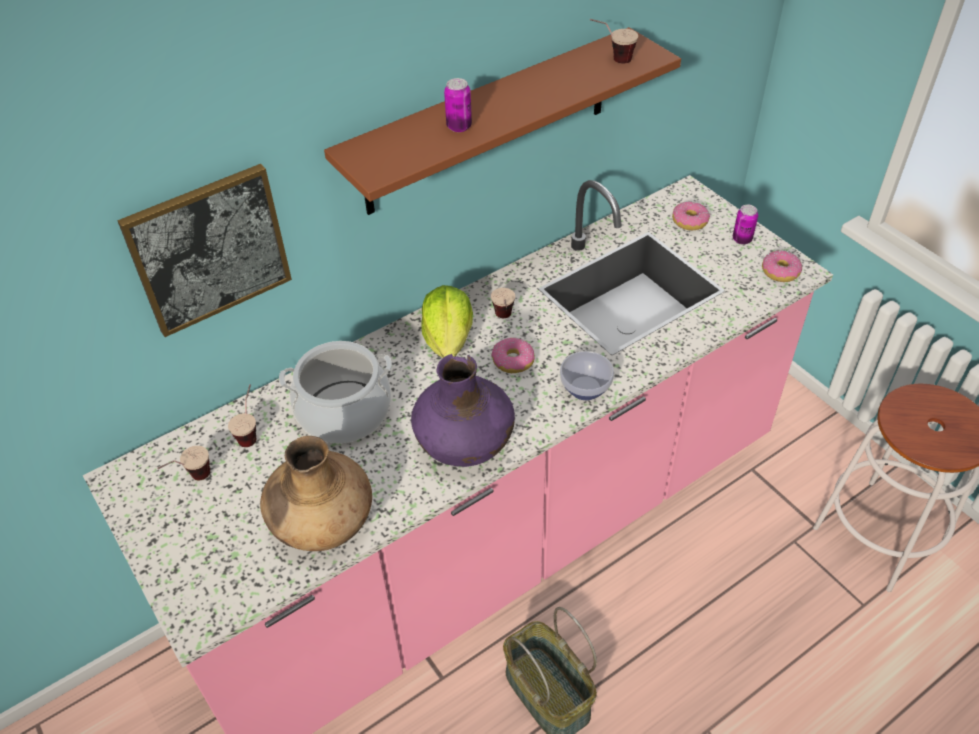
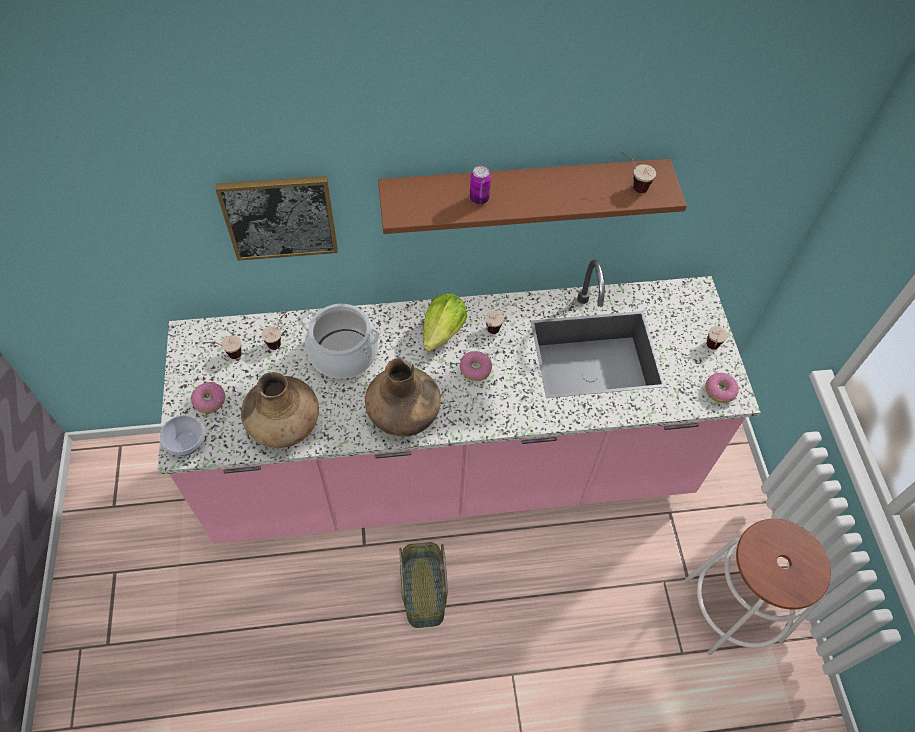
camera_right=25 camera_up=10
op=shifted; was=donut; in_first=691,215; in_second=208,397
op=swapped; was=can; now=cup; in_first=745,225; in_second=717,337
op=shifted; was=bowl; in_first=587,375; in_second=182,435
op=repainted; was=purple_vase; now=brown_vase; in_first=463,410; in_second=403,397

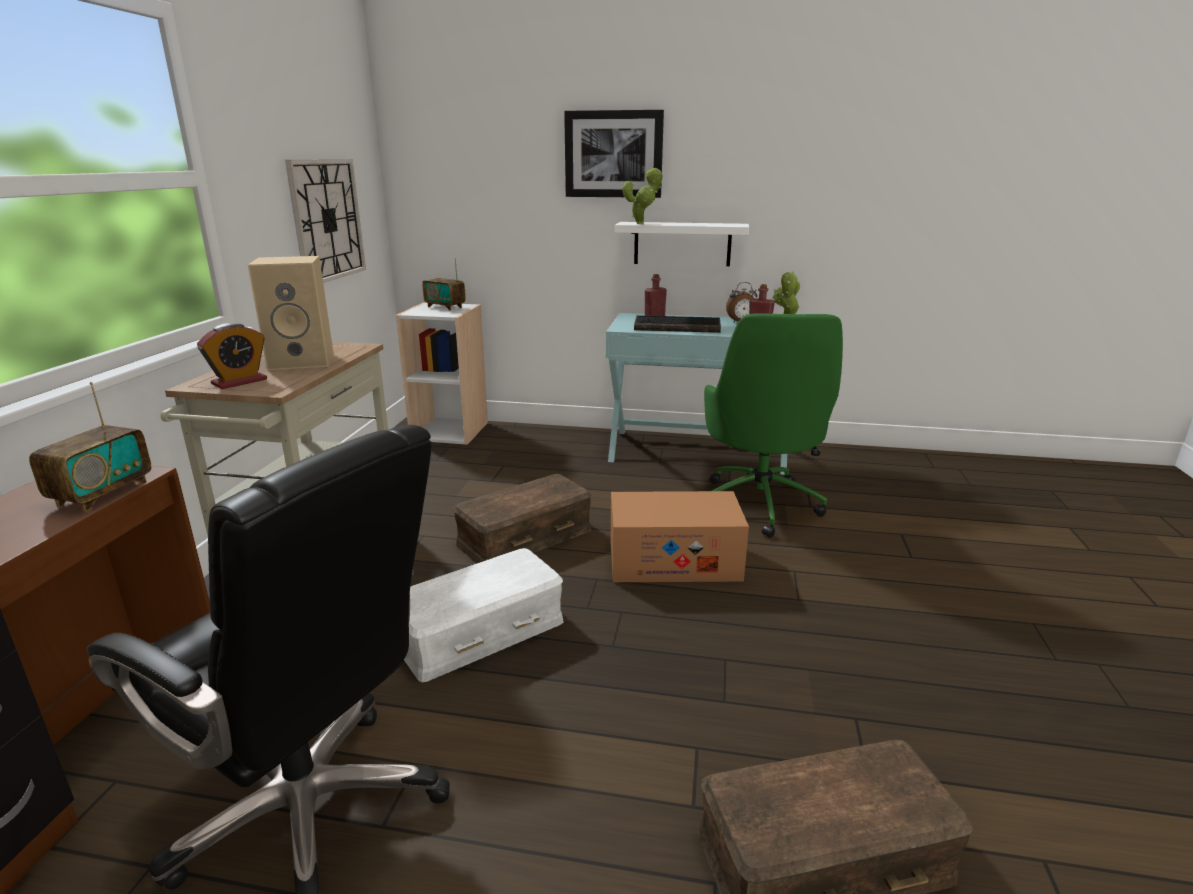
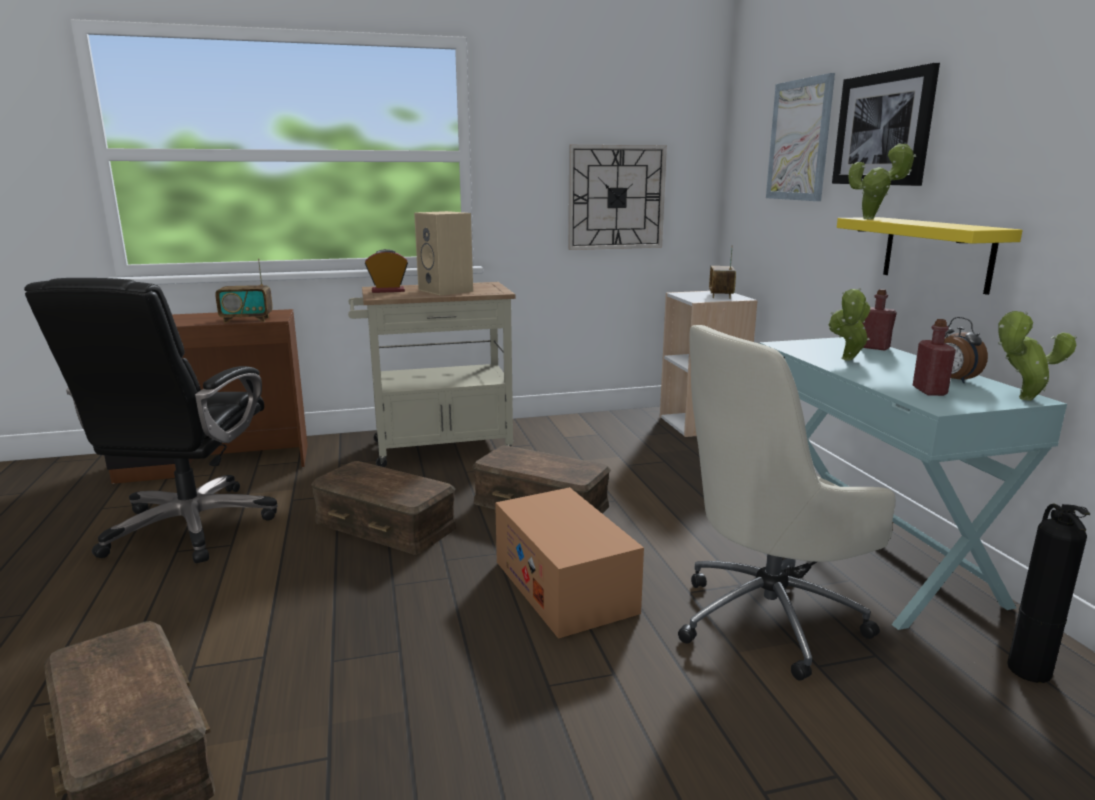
camera_right=65 camera_up=-5
op=repainted; was=white_shelf; now=yellow_shelf; in_first=682,244; in_second=930,256
op=repainted; was=green_office_chair; now=beige_office_chair; in_first=773,425; in_second=787,503
op=swapped; was=keyboard; now=potted_plant; in_first=677,324; in_second=849,324
op=rotated; was=alarm_clock; in_first=232,356; in_second=386,271; clockwise=150
op=repainted; was=white_storage_box; now=brown_storage_box; in_first=483,615; in_second=384,508
op=new; now=picture; in_second=800,137
op=new; now=fire_extinguisher; in_second=1048,593

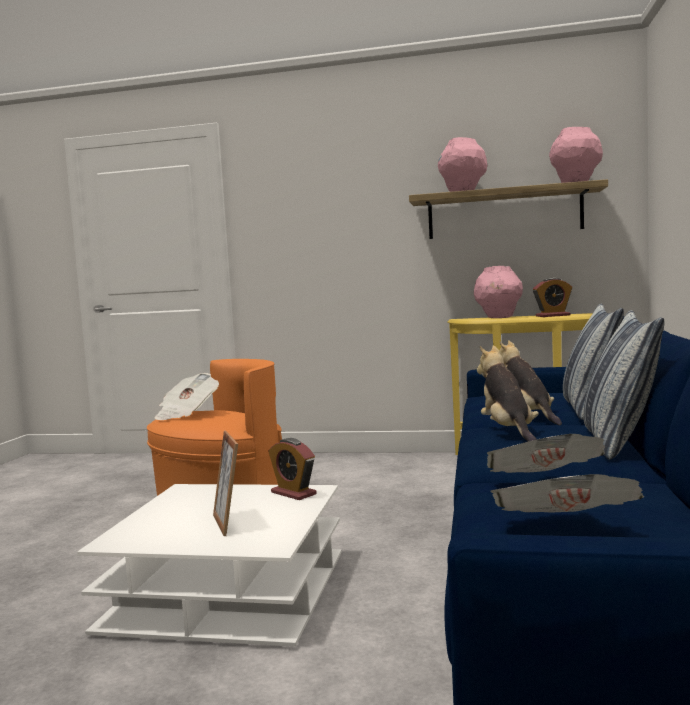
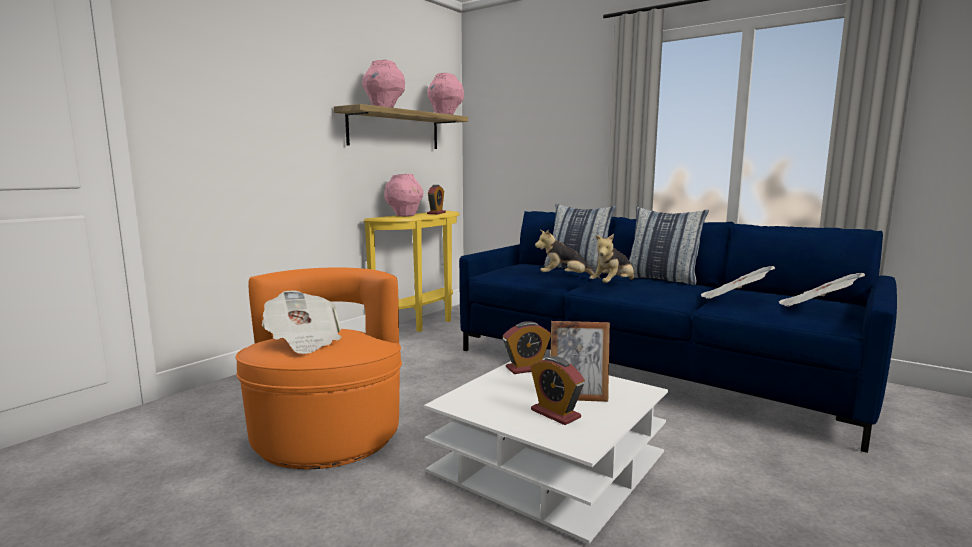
camera_right=-65 camera_up=5
op=rotated; was=plush_toy; in_first=508,393; in_second=612,258; clockwise=-60
op=new; now=alarm_clock; in_second=558,390

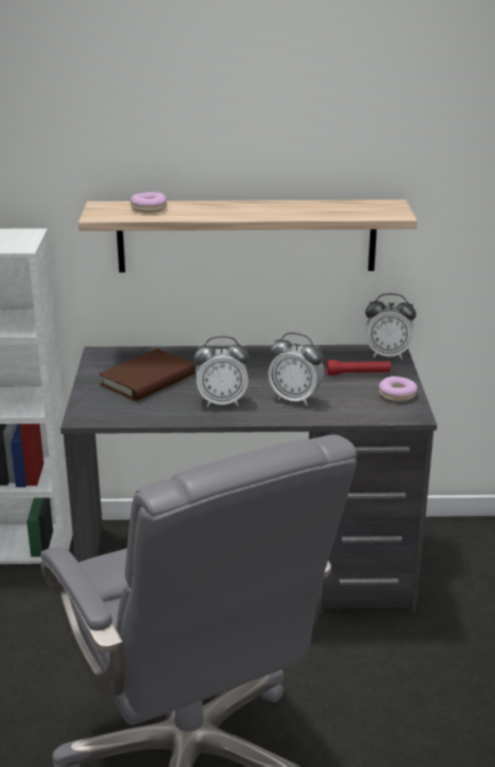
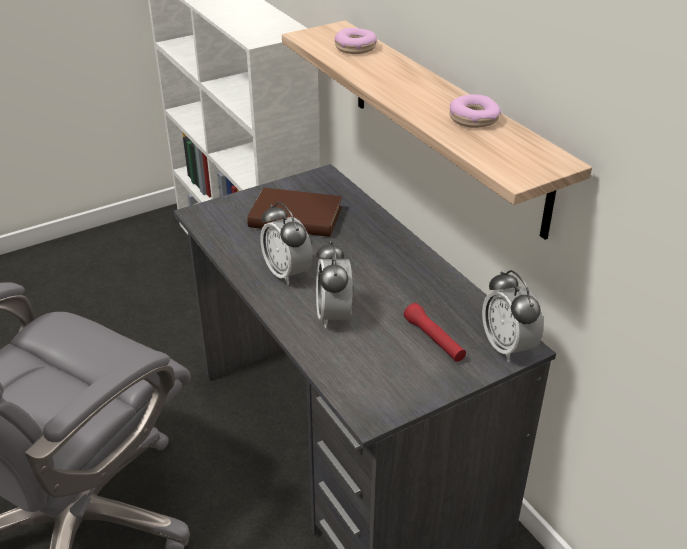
camera_right=60 camera_up=10
op=shifted; was=donut; in_first=398,389; in_second=475,111

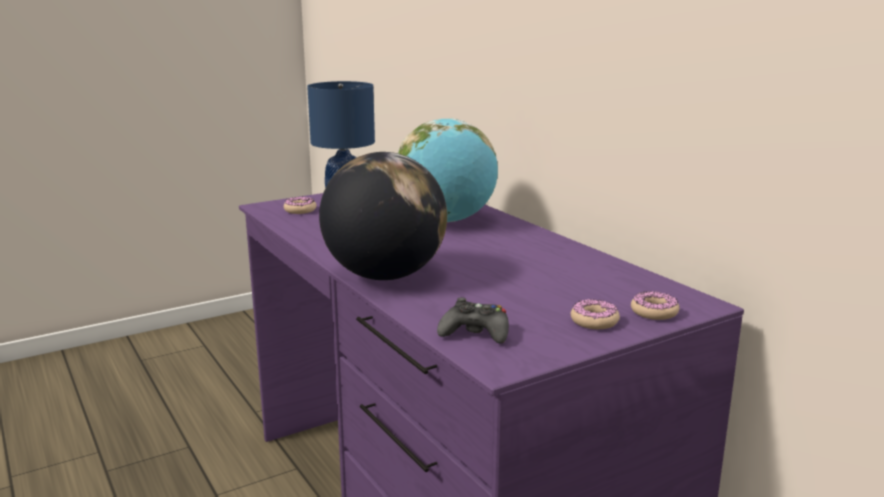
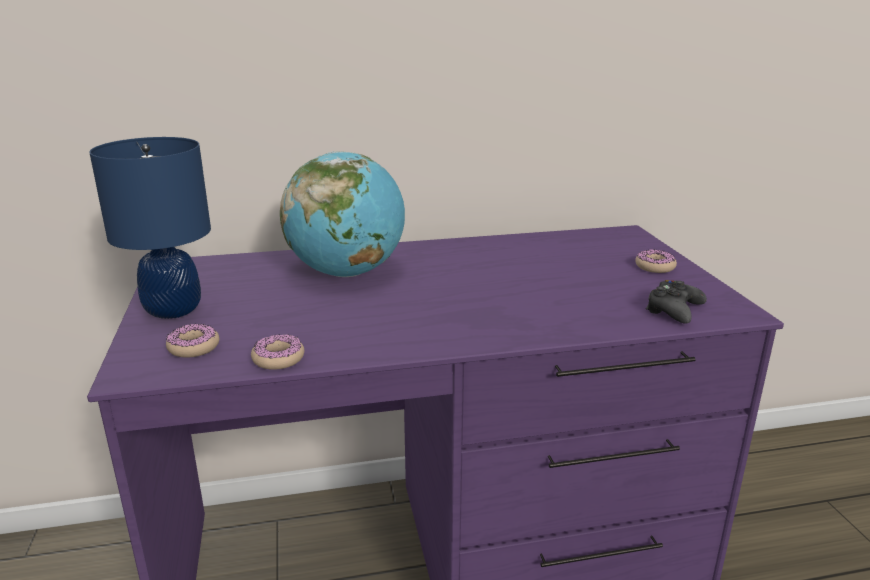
camera_right=-70 camera_up=5
op=gone; was=globe; in_first=383,216
op=shifted; was=donut; in_first=655,305; in_second=277,352

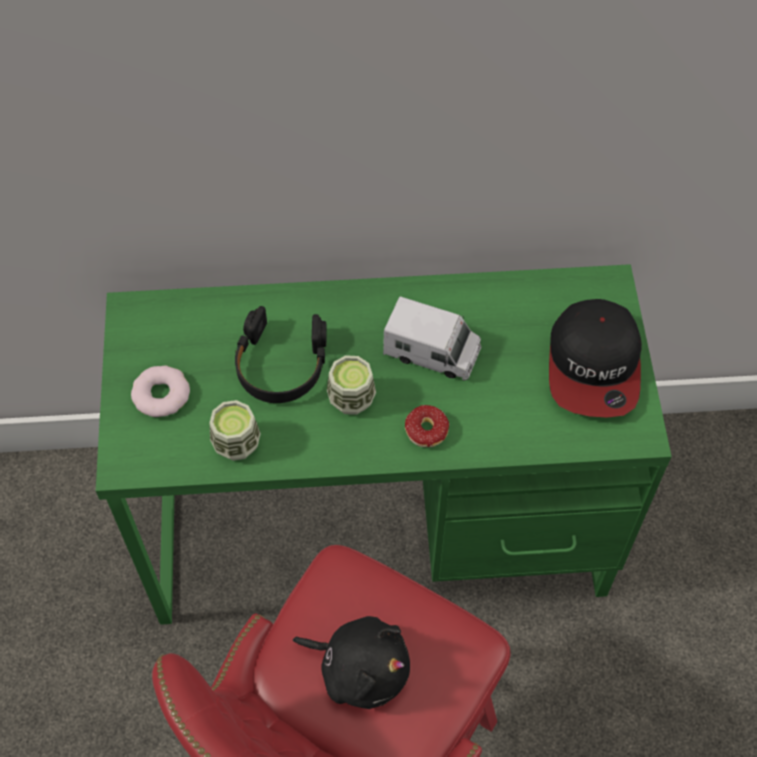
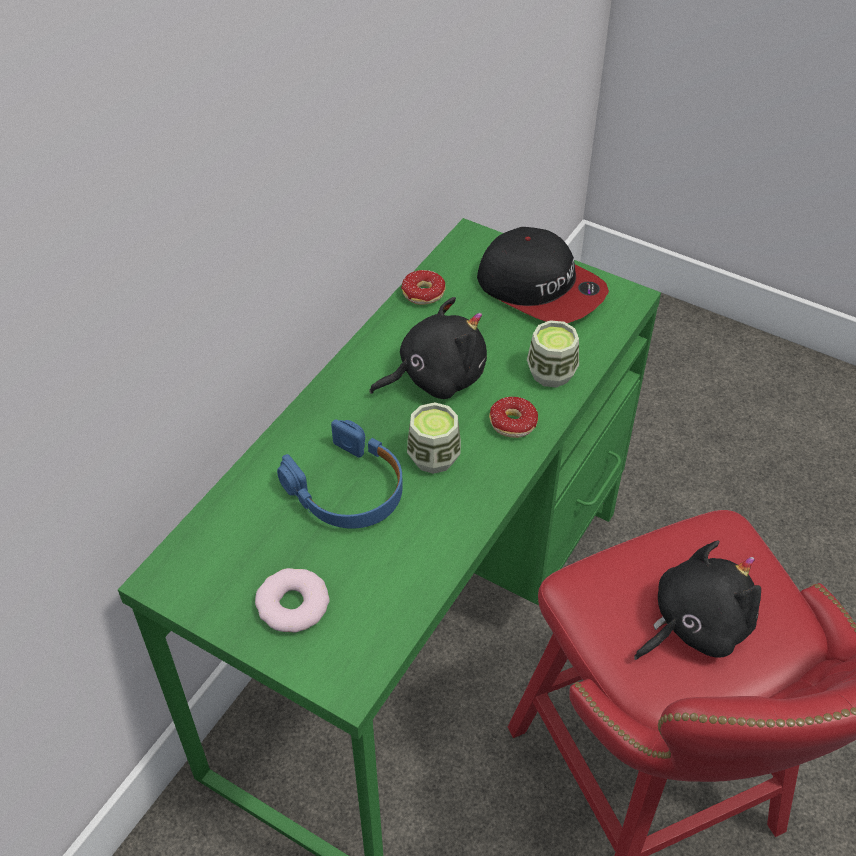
camera_right=-55 camera_up=-10
op=swapped; was=toy_truck; now=black_plush_toy; in_first=432,338; in_second=428,348
op=repainted; was=black_headphones; now=blue_headphones; in_first=281,354; in_second=340,474
op=shifted; was=cup; in_first=235,430; in_second=553,354
op=new; now=donut; in_second=423,287

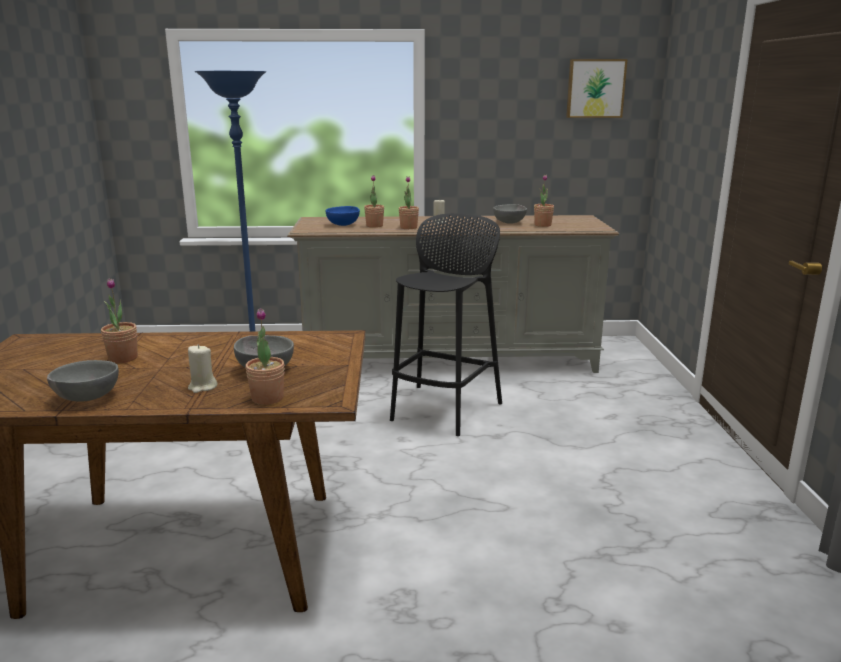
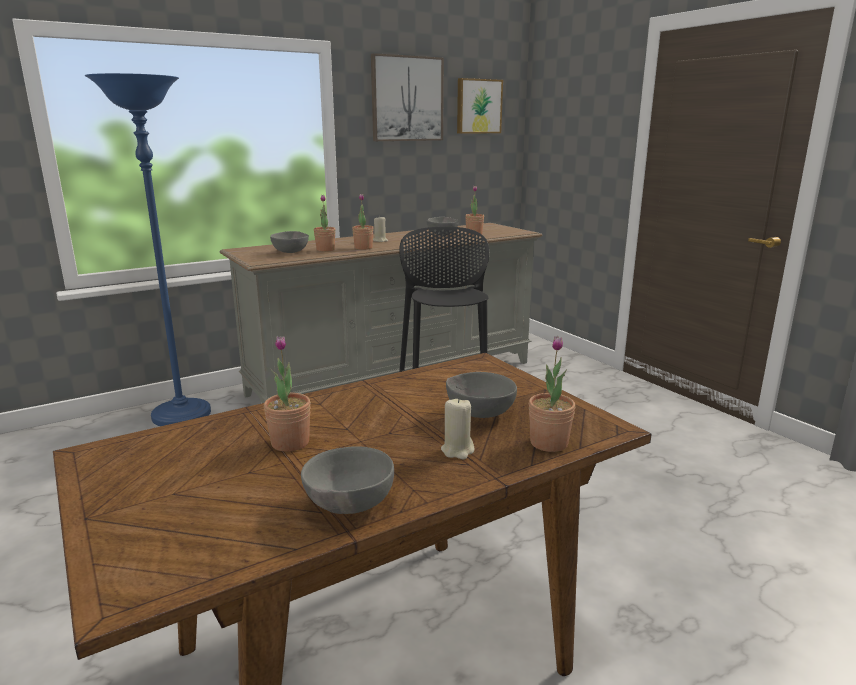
camera_right=-30 camera_up=0
op=repainted; was=blue_bowl; now=grey_bowl; in_first=343,216; in_second=289,242
op=new; now=picture; in_second=407,97

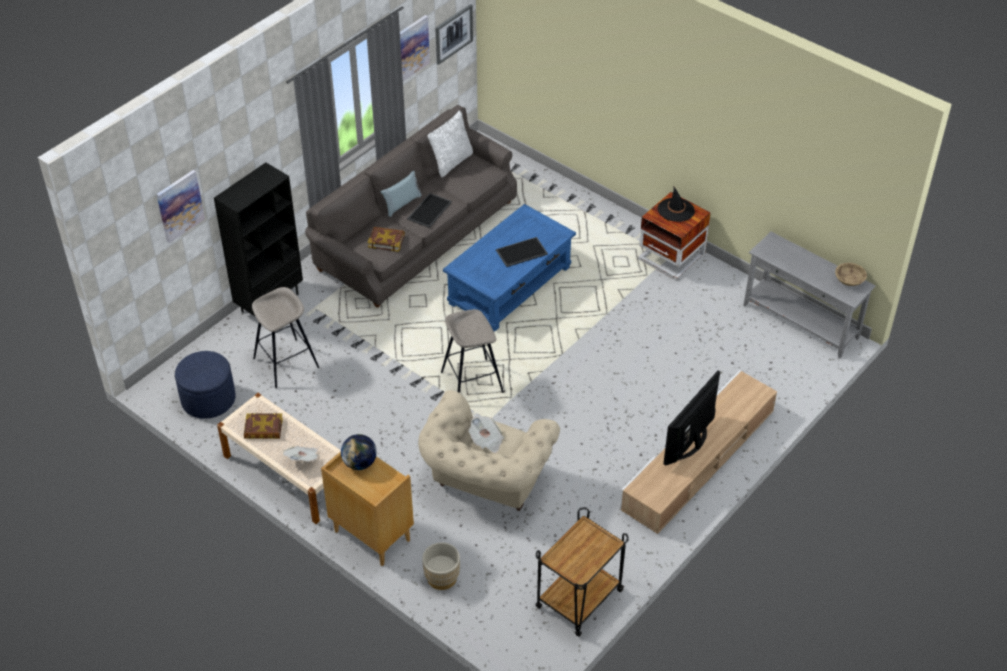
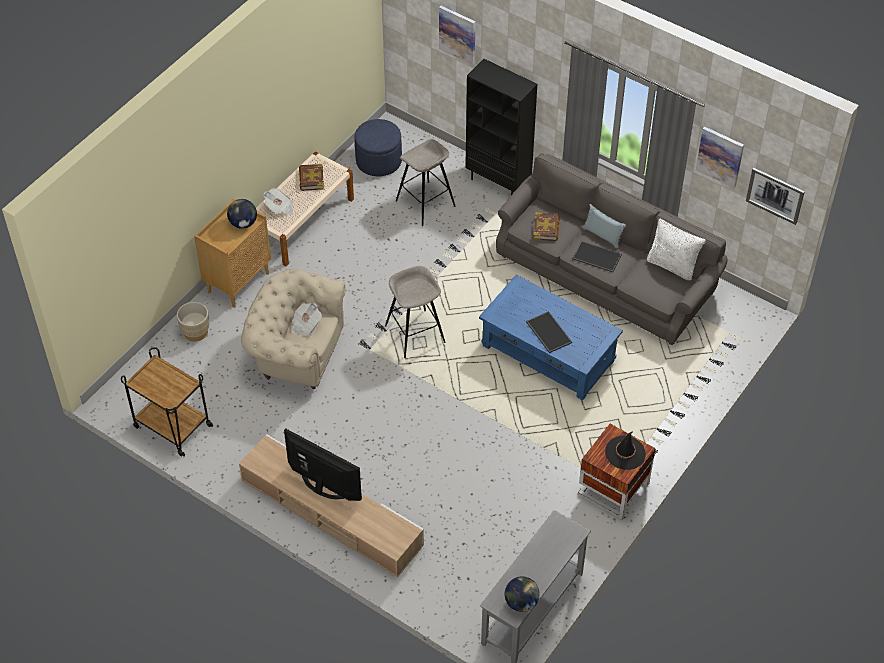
camera_right=85 camera_up=5
op=swapped; was=beige_bowl; now=globe; in_first=851,274; in_second=522,594

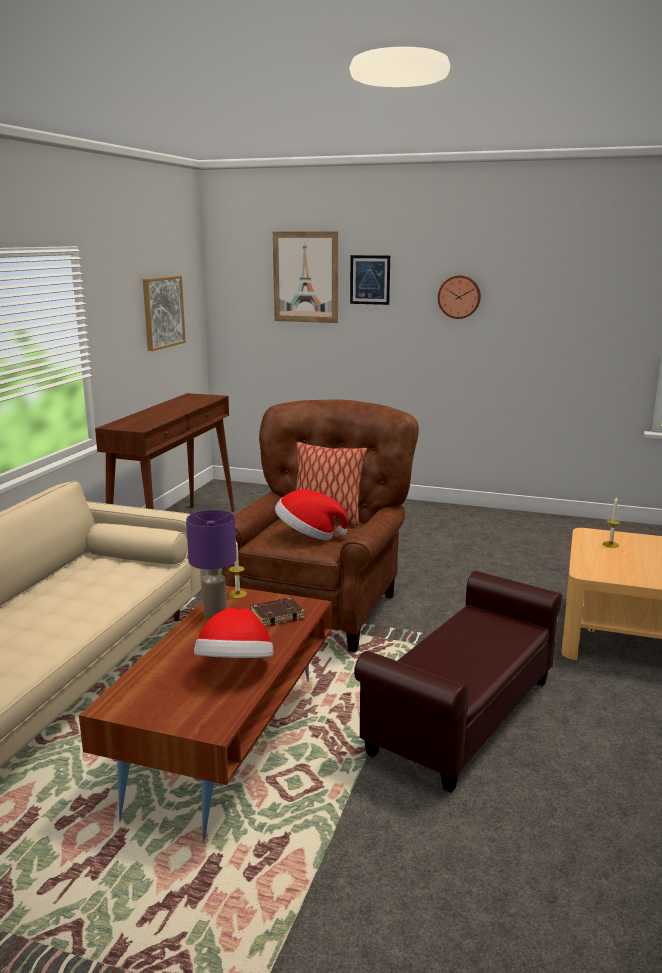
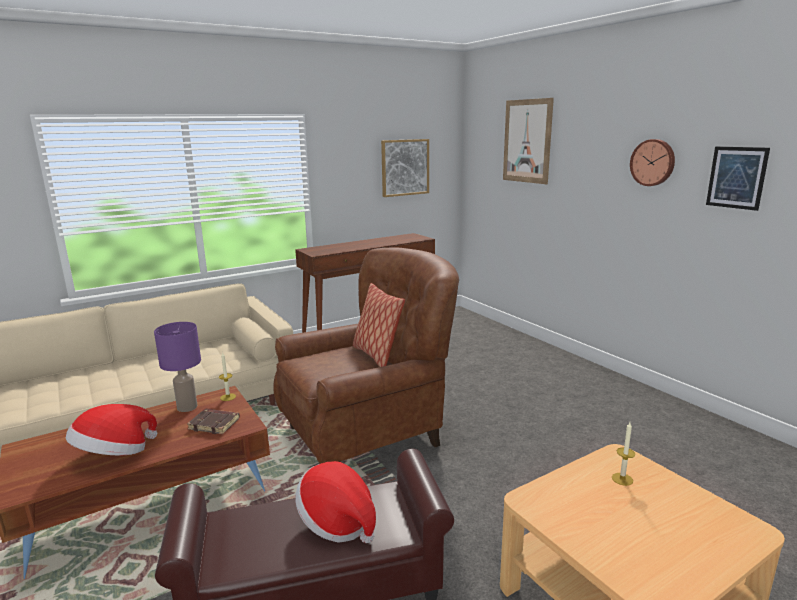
camera_right=40 camera_up=0
op=shifted; was=picture; in_first=370,280; in_second=738,178
op=shifted; was=hat; in_first=311,515; in_second=335,502

